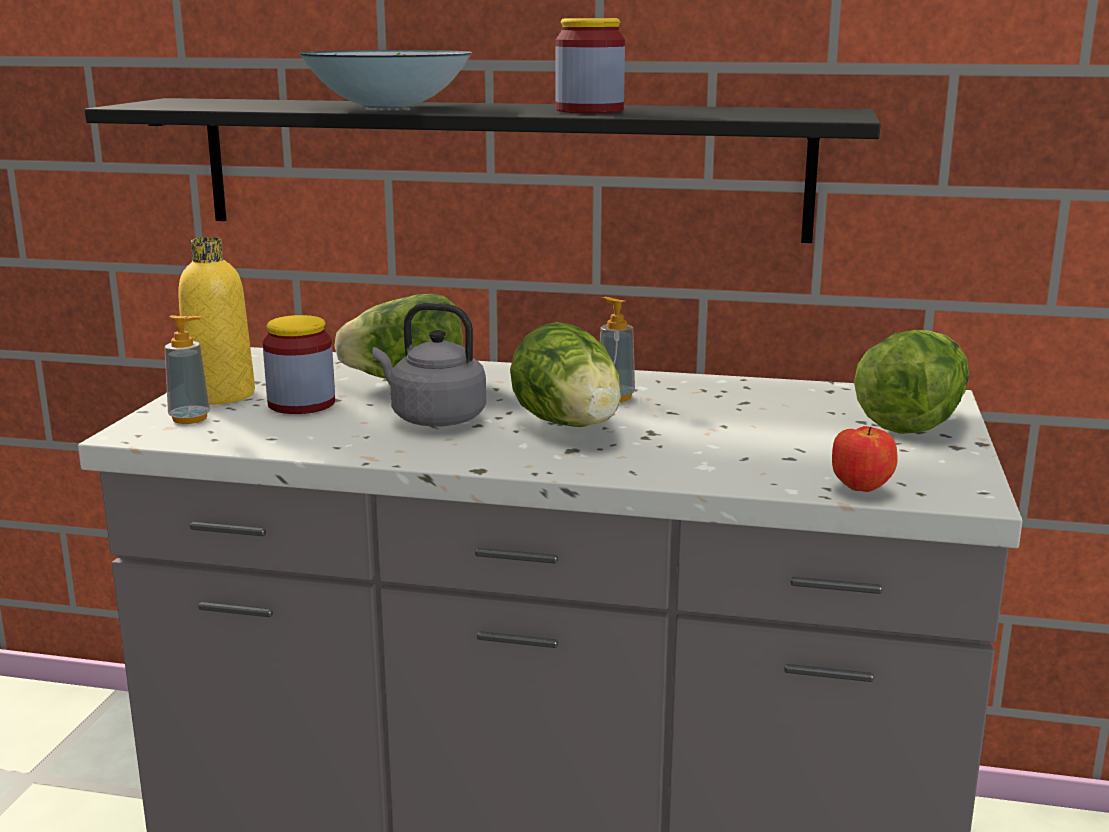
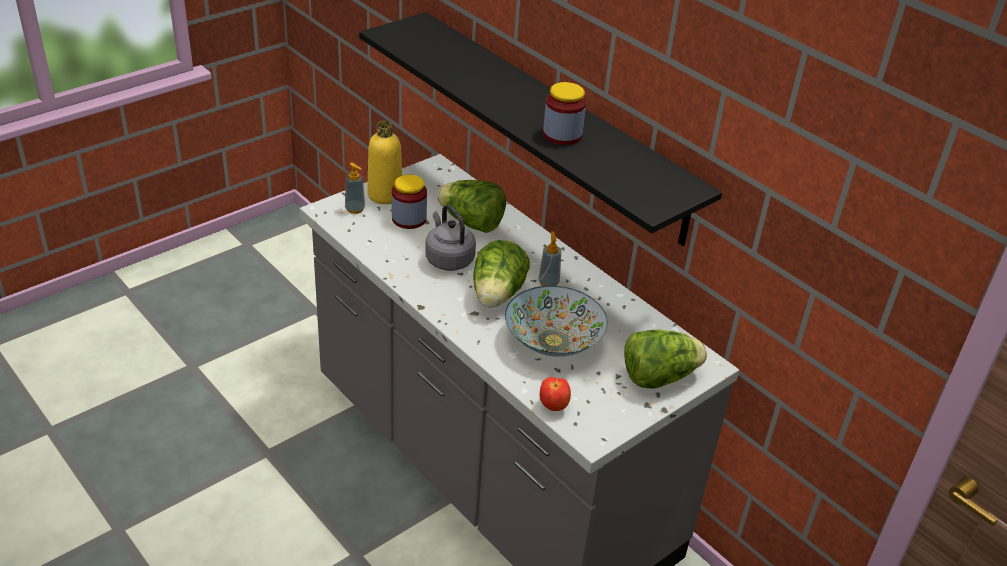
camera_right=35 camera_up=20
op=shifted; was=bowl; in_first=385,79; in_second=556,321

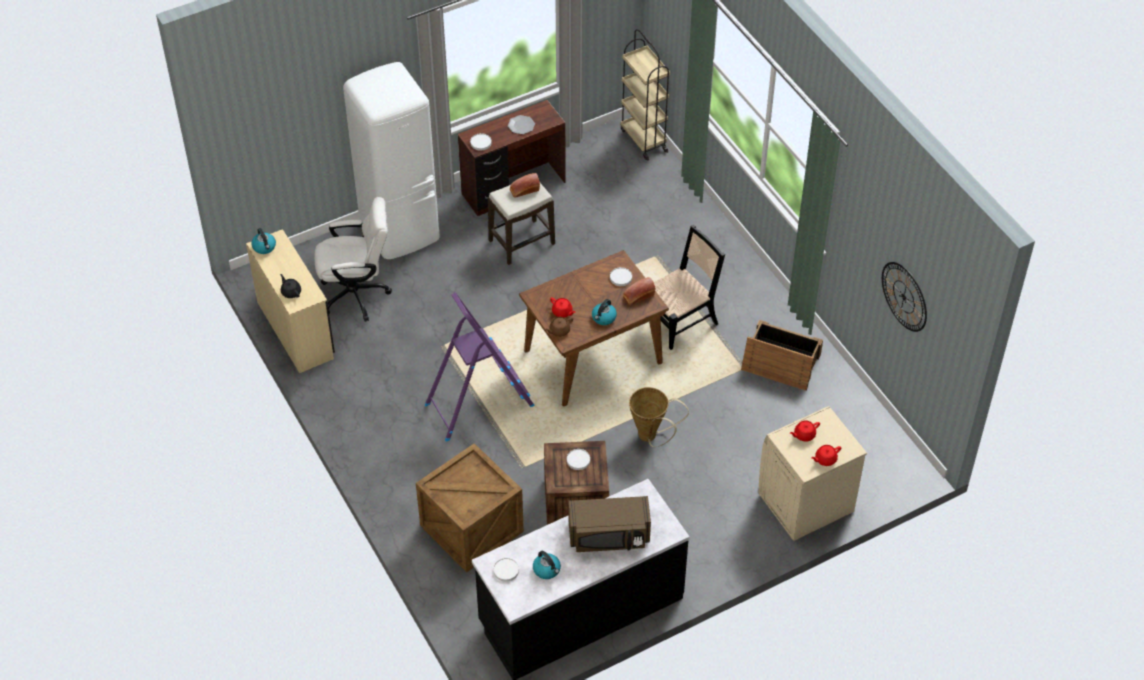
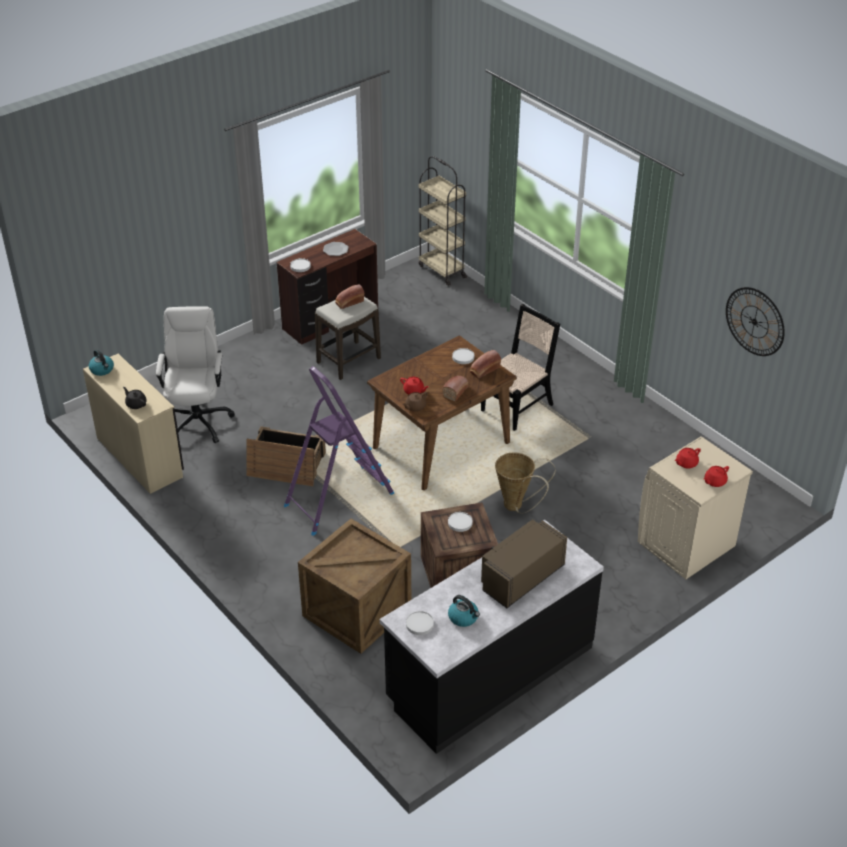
camera_right=-10 camera_up=-10
op=gone; was=white_fridge; in_first=391,160
op=rotated; was=white_office_chair; in_first=353,259; in_second=195,374; clockwise=-75
op=swapped; was=kettle; now=bread; in_first=604,312; in_second=455,389
op=shifted; was=crate; in_first=782,355; in_second=286,456
op=rotated; was=brown_microwave; in_first=609,524; in_second=524,563; clockwise=150

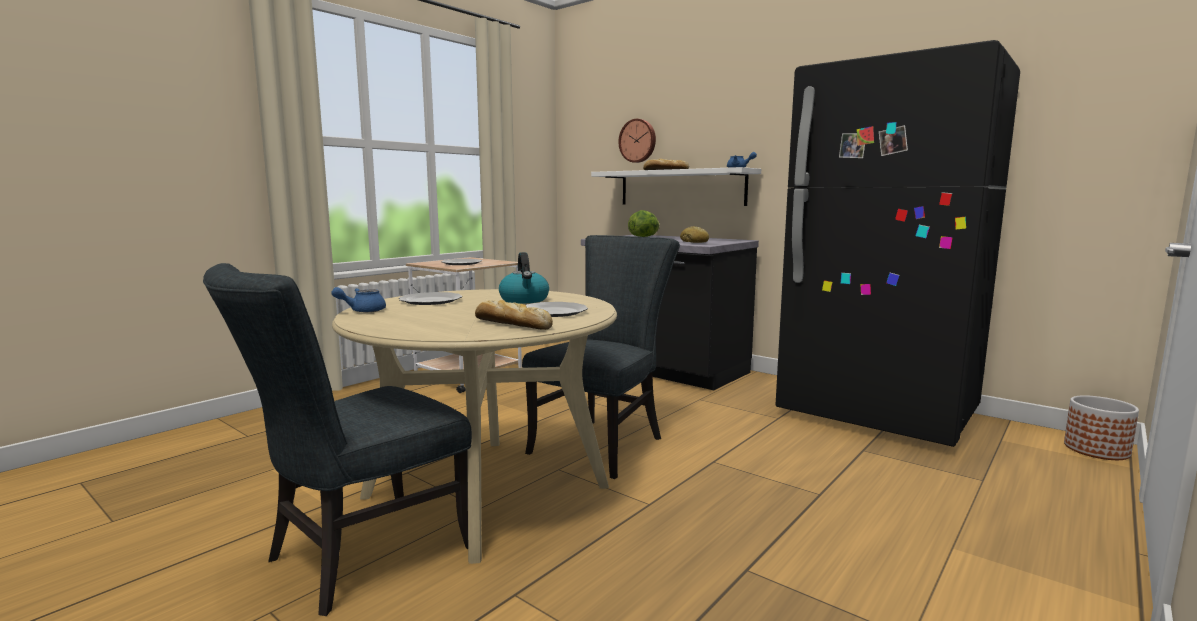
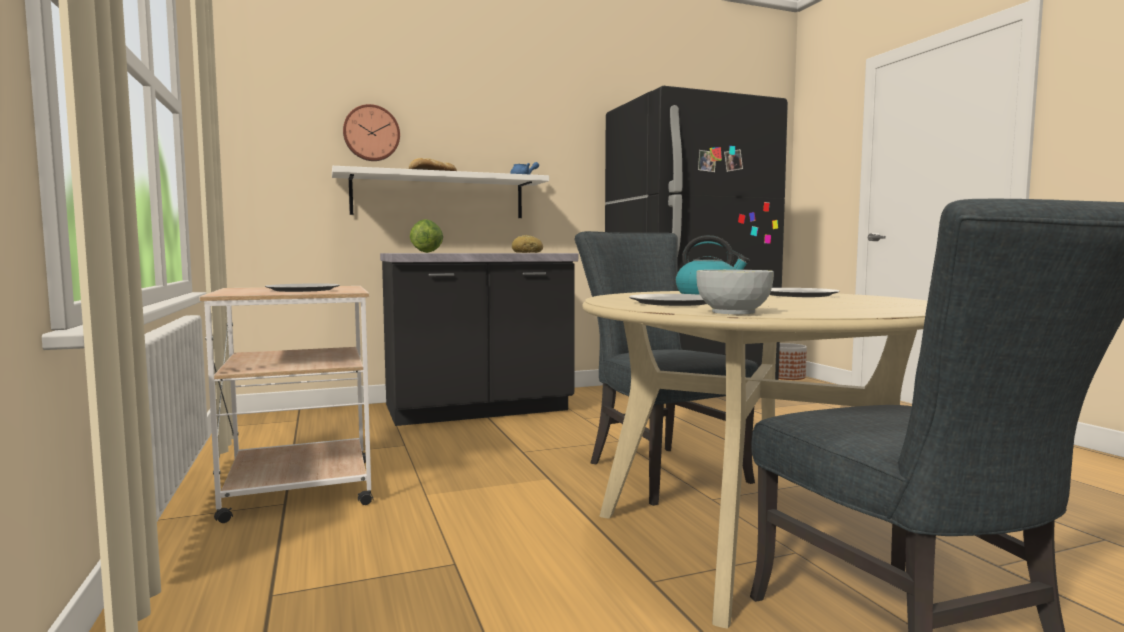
camera_right=-60 camera_up=-5
op=swapped; was=blue_teapot; now=bowl; in_first=358,299; in_second=735,292
op=gone; was=bread; in_first=514,315

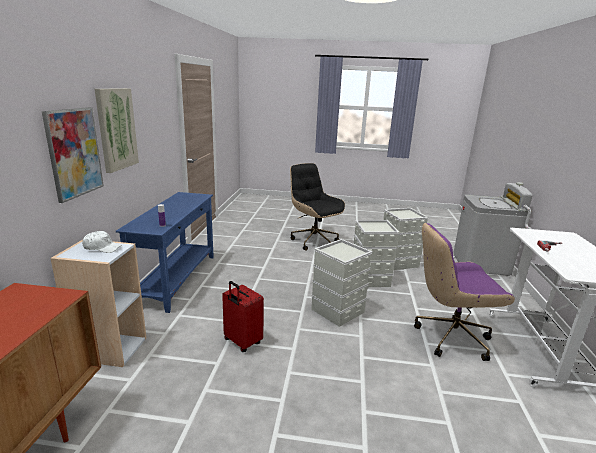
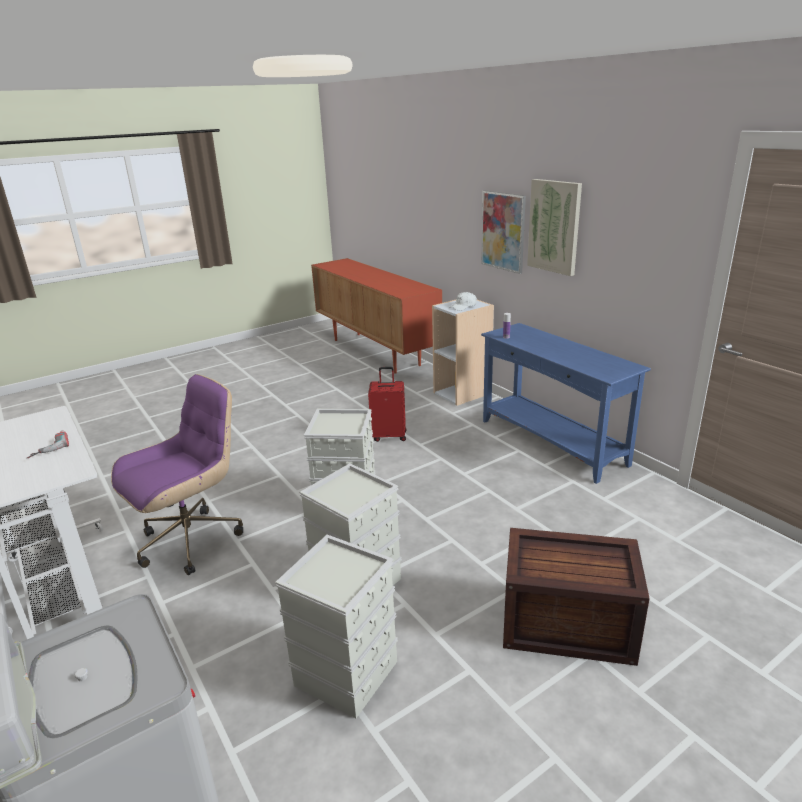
camera_right=140 camera_up=5
op=swapped; was=black_office_chair; now=crate; in_first=317,207; in_second=576,597

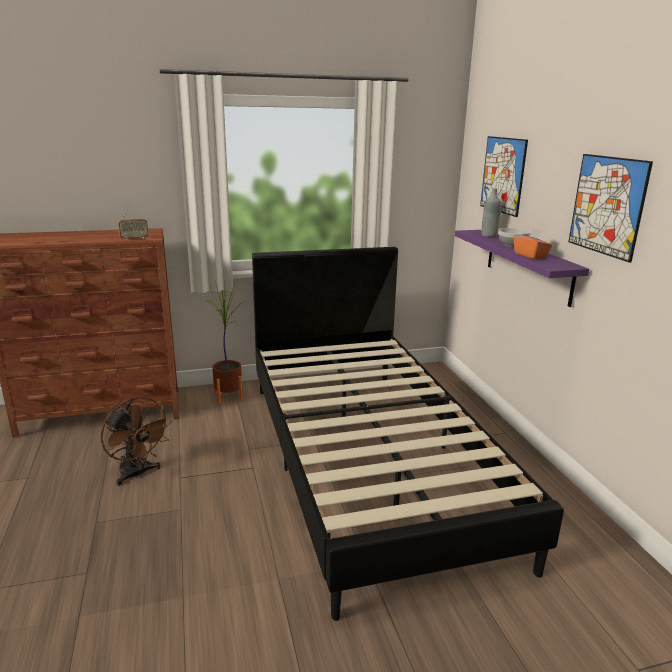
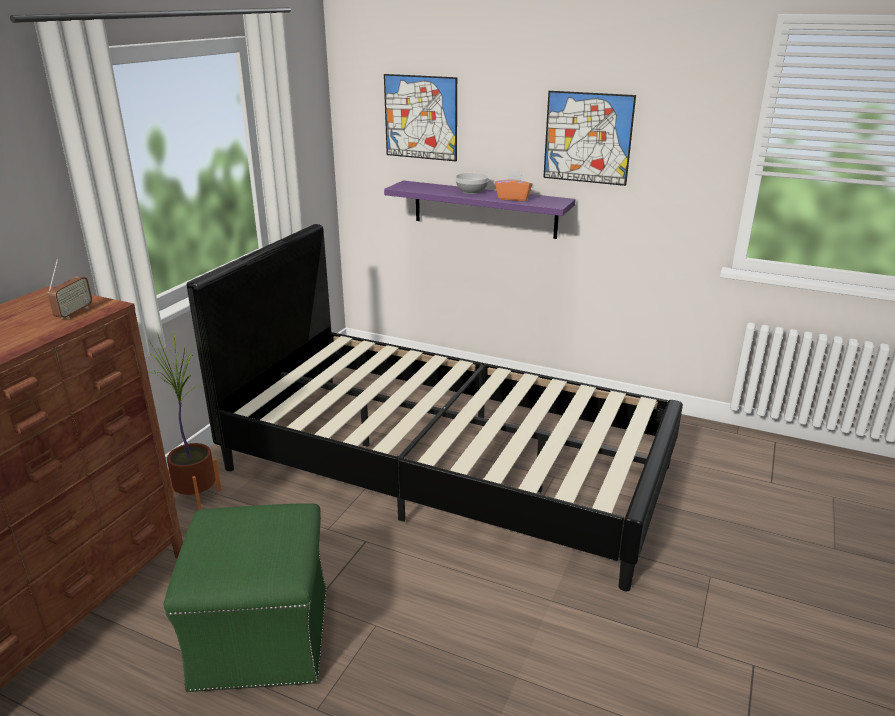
camera_right=-50 camera_up=5
op=gone; was=grey_bottle; in_first=491,212
op=swapped; was=brown_fan; now=green_ottoman; in_first=136,441; in_second=245,597

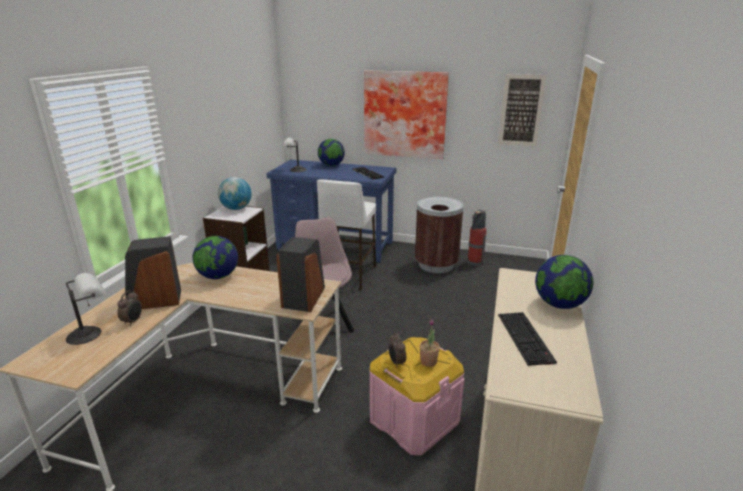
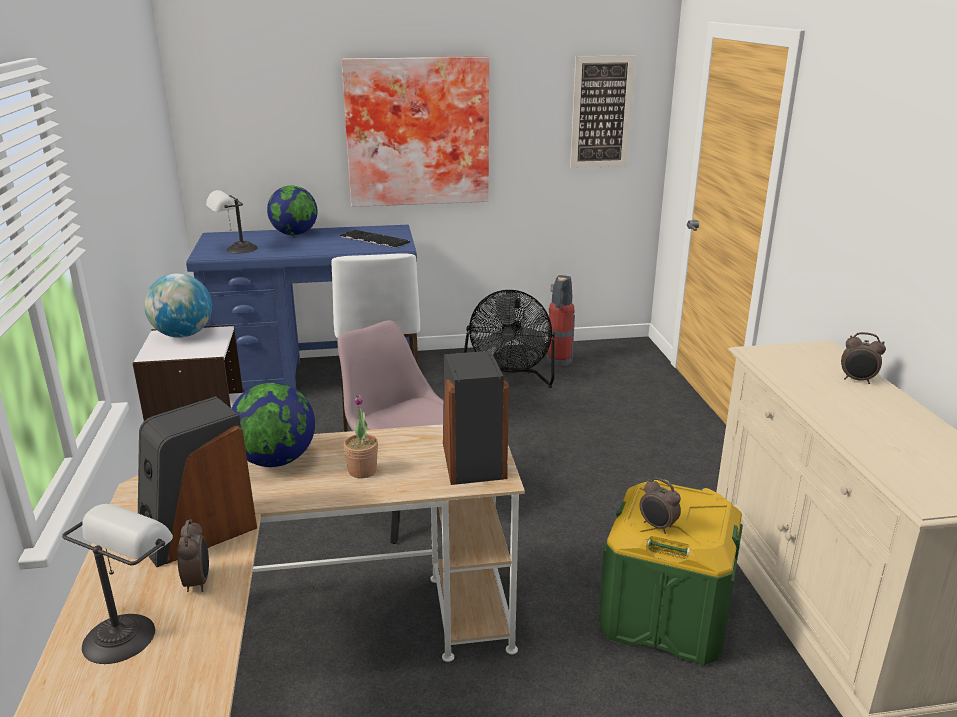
camera_right=-25 camera_up=0
op=swapped; was=brown_trash_can; now=black_fan; in_first=439,235; in_second=509,339
op=swapped; was=globe; now=alarm_clock; in_first=564,282; in_second=863,358
op=gone; was=keyboard; in_first=527,339
op=shifted; was=potted_plant; in_first=430,343; in_second=360,436
op=repainted; was=pink_storage_box; now=green_storage_box; in_first=416,396; in_second=670,572

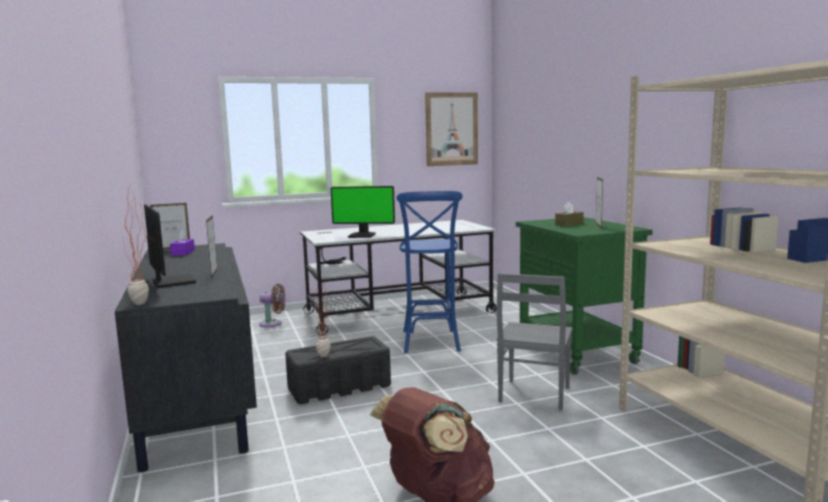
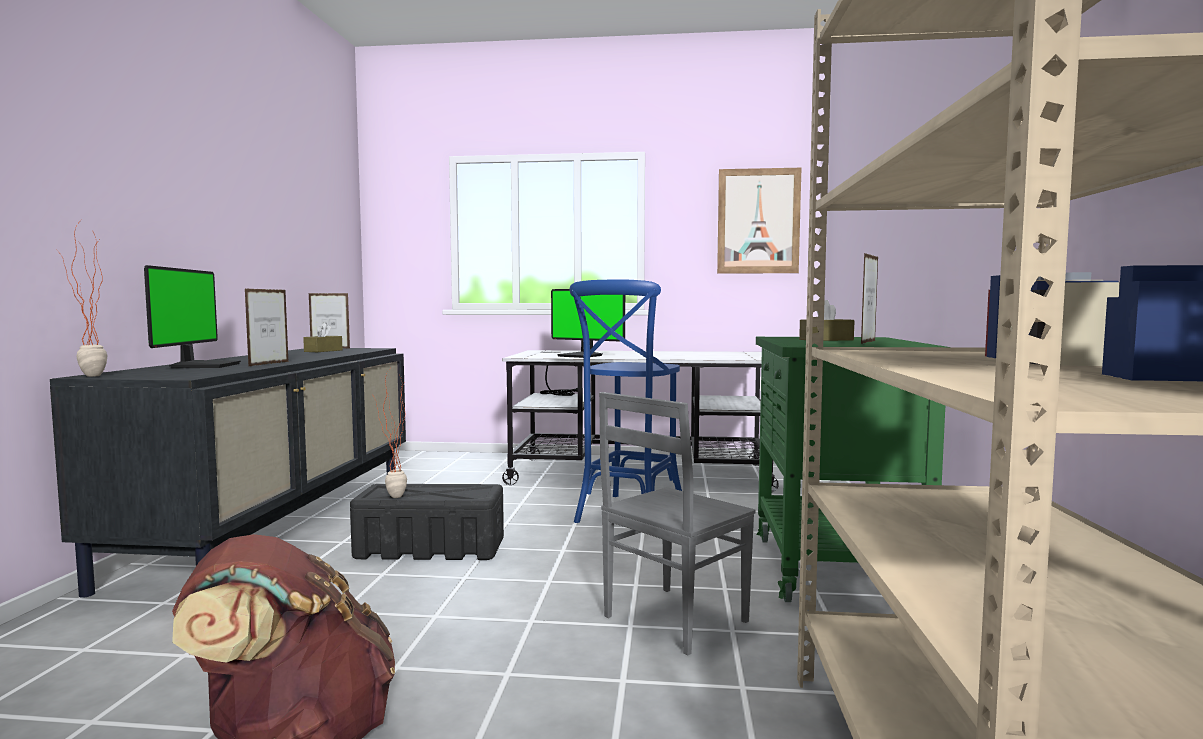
camera_right=25 camera_up=-5
op=repainted; was=purple_tissue_box; now=brown_tissue_box; in_first=182,243; in_second=323,337
op=gone; was=brown_fan; in_first=272,305

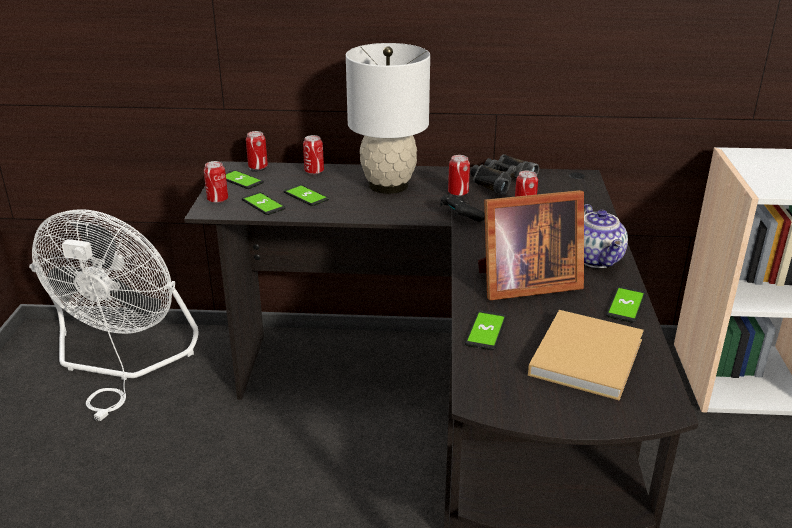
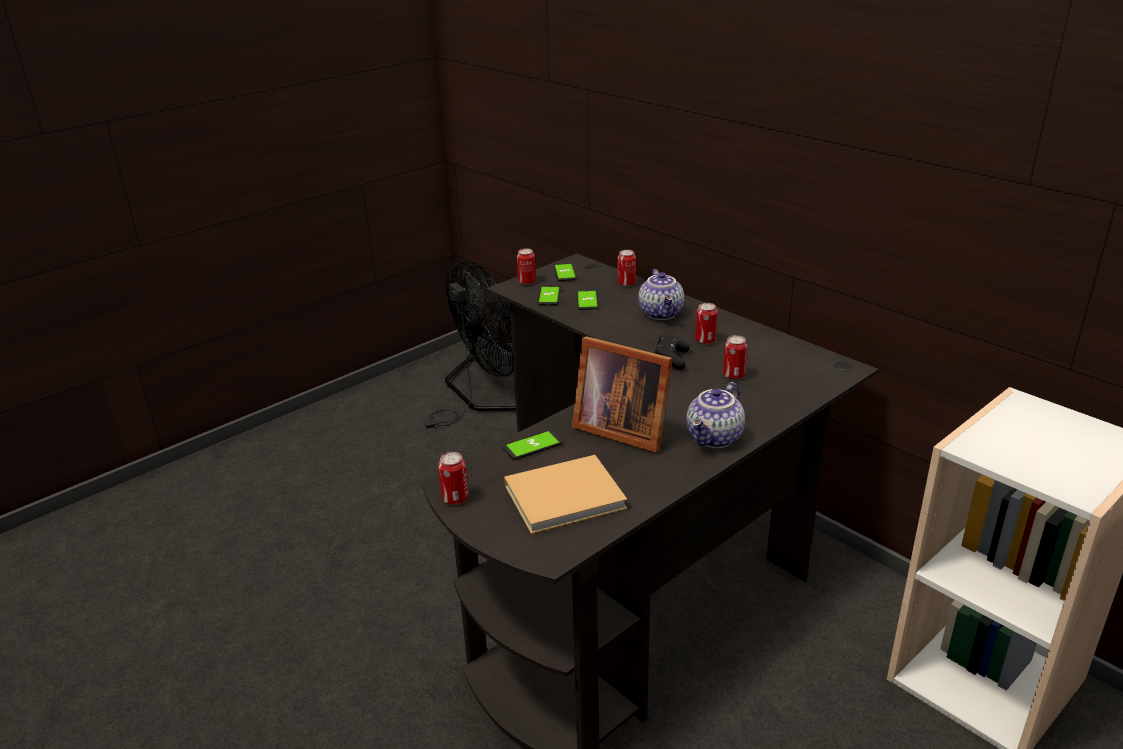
camera_right=45 camera_up=0
op=swapped; was=white_table_lamp; now=teapot; in_first=388,118; in_second=661,294
op=shifted; was=can; in_first=257,150; in_second=453,478
op=gone; was=black_binoculars; in_first=505,174
op=repainted; was=white_fan; now=black_fan; in_first=113,315; in_second=469,345
op=gone; was=phone; in_first=626,304

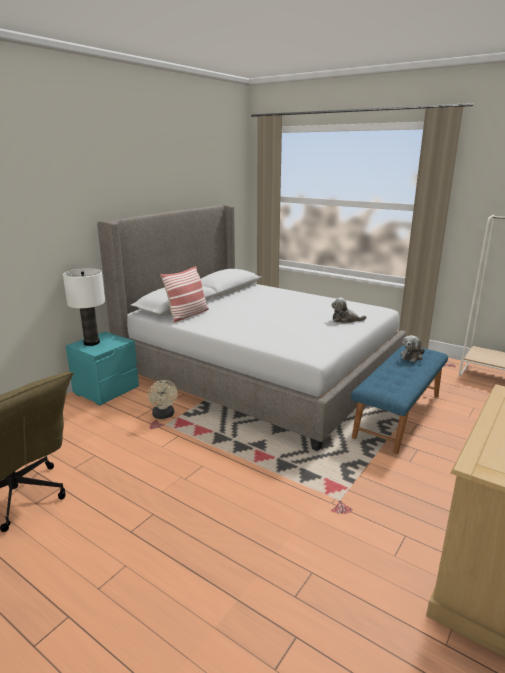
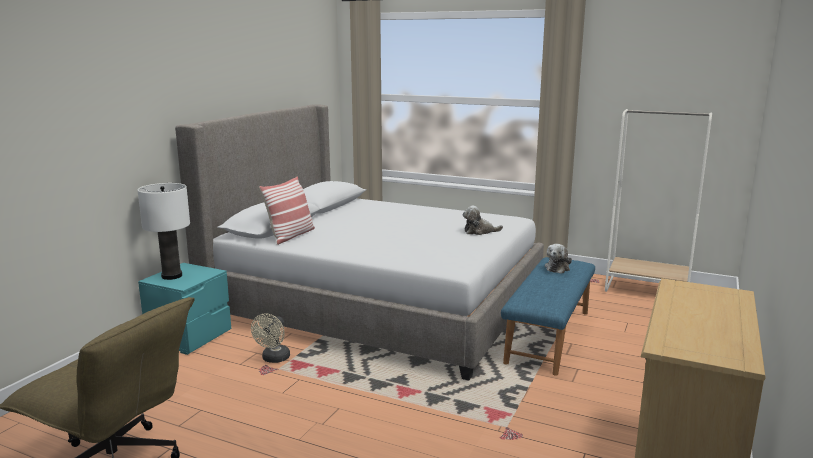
camera_right=-10 camera_up=-5
op=rotated; was=beige_fan; in_first=163,399; in_second=270,338; clockwise=45

